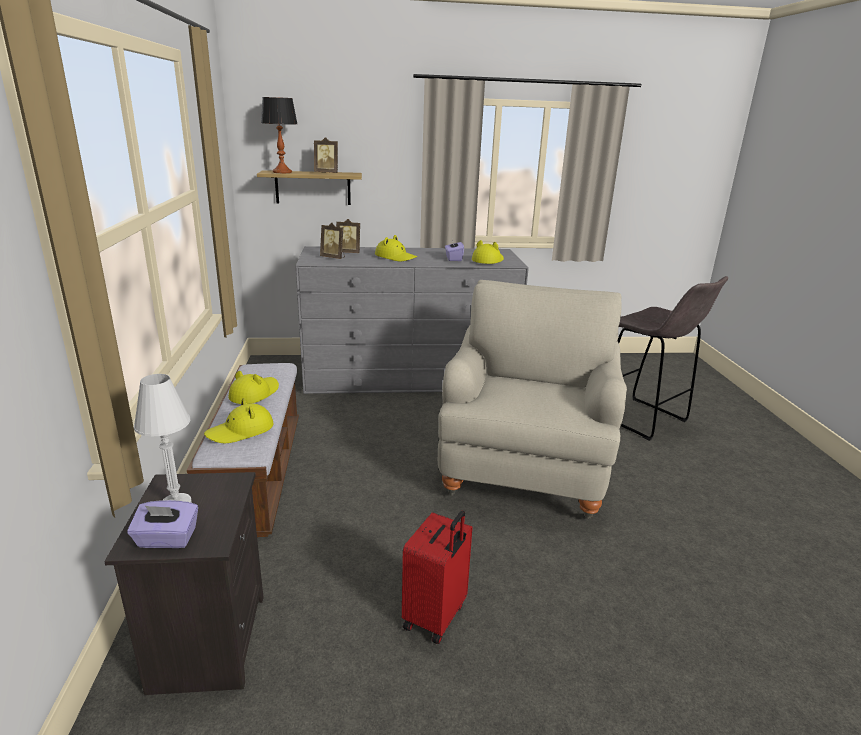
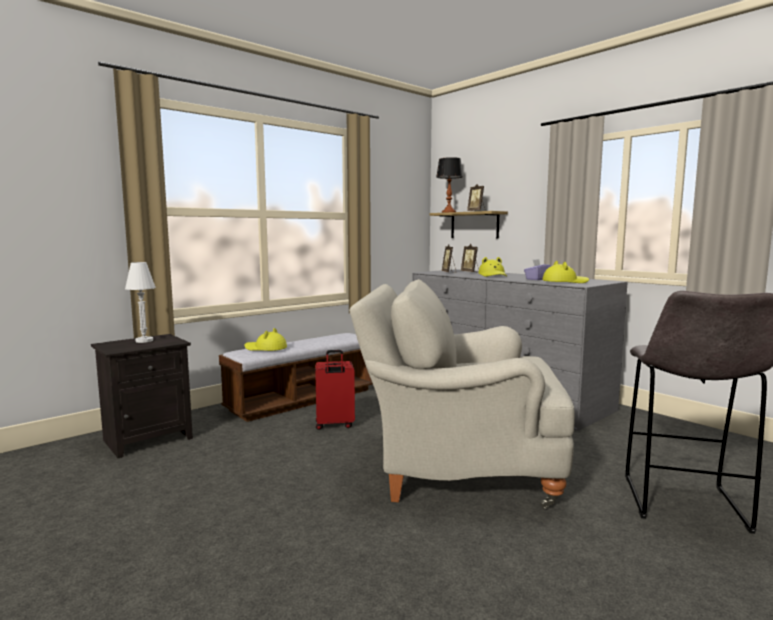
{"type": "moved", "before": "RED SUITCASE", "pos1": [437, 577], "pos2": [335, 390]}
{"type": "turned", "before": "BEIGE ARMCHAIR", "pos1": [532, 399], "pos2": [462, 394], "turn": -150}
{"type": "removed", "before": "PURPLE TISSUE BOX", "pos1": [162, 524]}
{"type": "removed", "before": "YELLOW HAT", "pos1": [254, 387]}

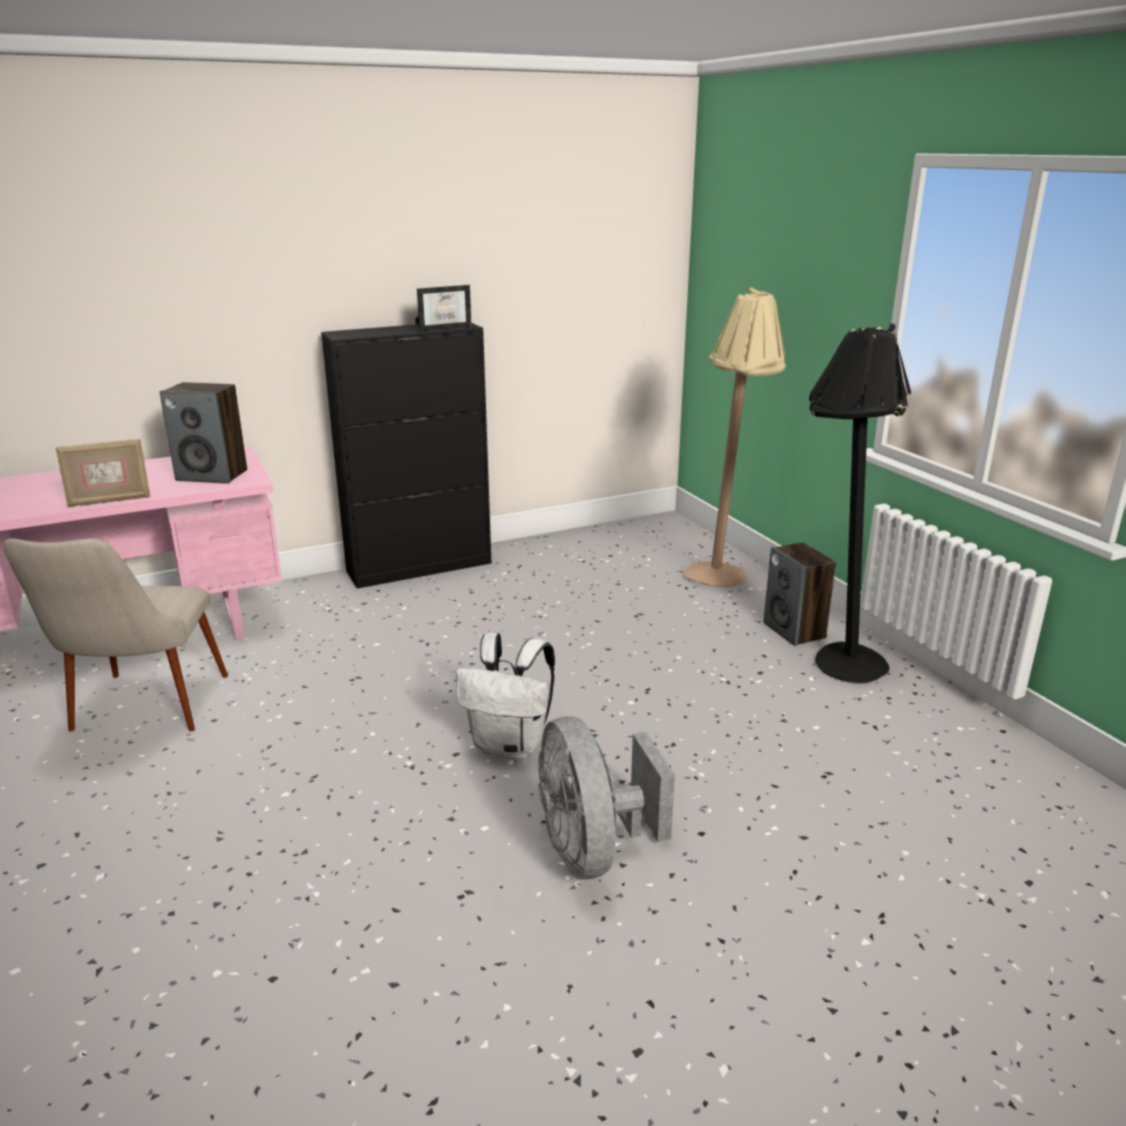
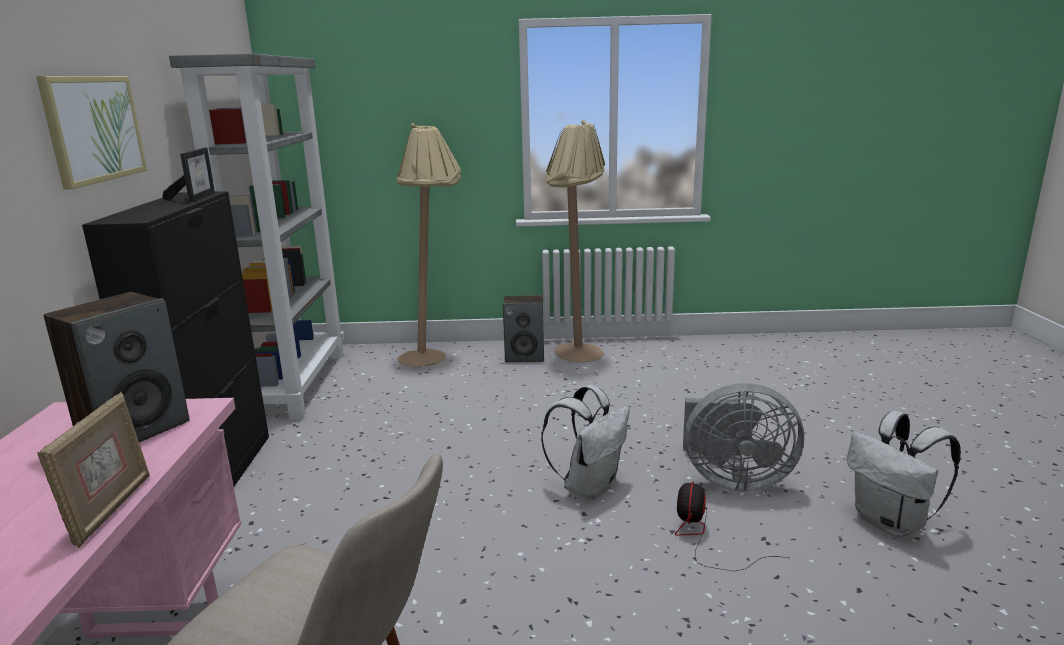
{"type": "added", "after": "PICTURE", "pos2": [91, 133]}
{"type": "added", "after": "GREY BOOKCASE", "pos2": [257, 236]}
{"type": "recoloured", "before": "BLACK FLOOR LAMP", "after": "BEIGE FLOOR LAMP", "pos1": [860, 503], "pos2": [575, 241]}
{"type": "added", "after": "FAN", "pos2": [731, 526]}
{"type": "added", "after": "WHITE BACKPACK", "pos2": [904, 474]}

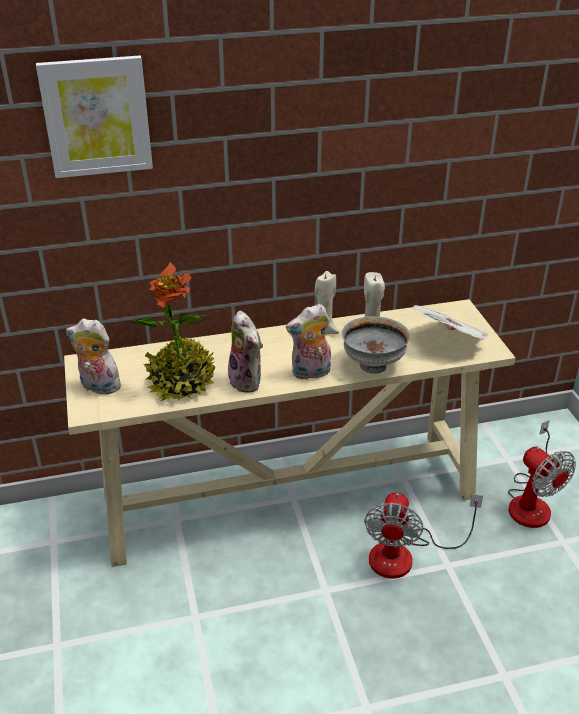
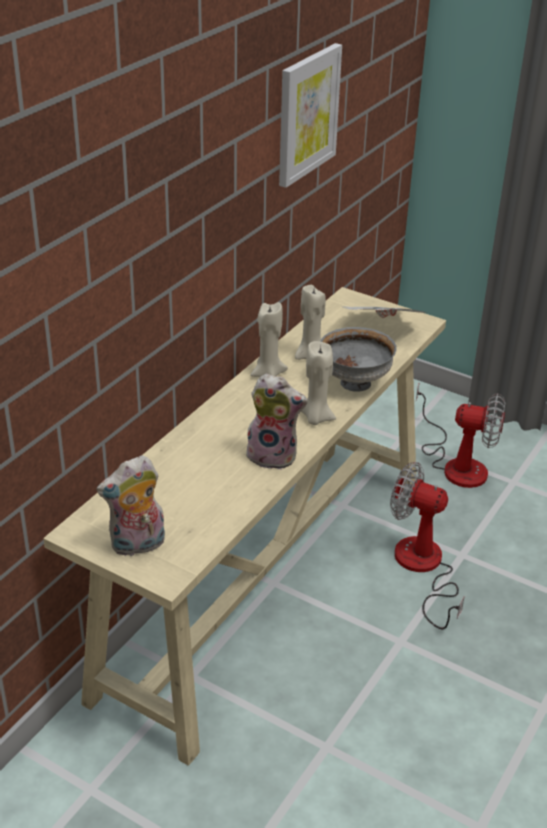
{"type": "moved", "before": "PICTURE", "pos1": [94, 116], "pos2": [310, 115]}
{"type": "replaced", "before": "PLUSH TOY", "after": "BEIGE CANDLE", "pos1": [308, 342], "pos2": [318, 383]}
{"type": "turned", "before": "FAN", "pos1": [423, 535], "pos2": [427, 545], "turn": 150}
{"type": "removed", "before": "POTTED PLANT", "pos1": [173, 331]}

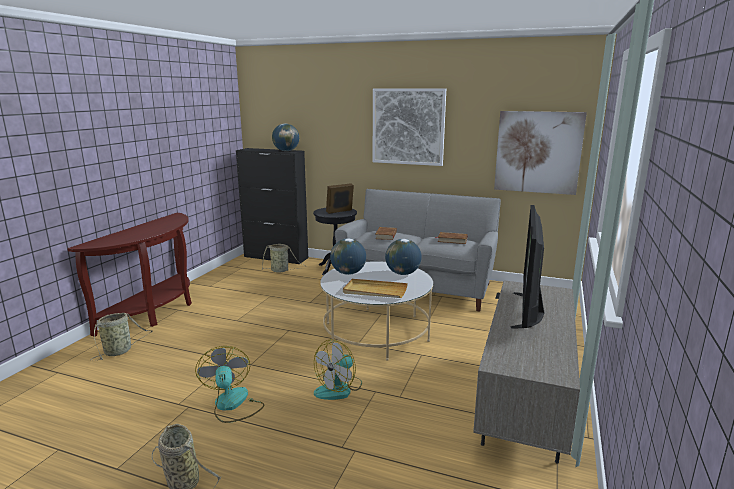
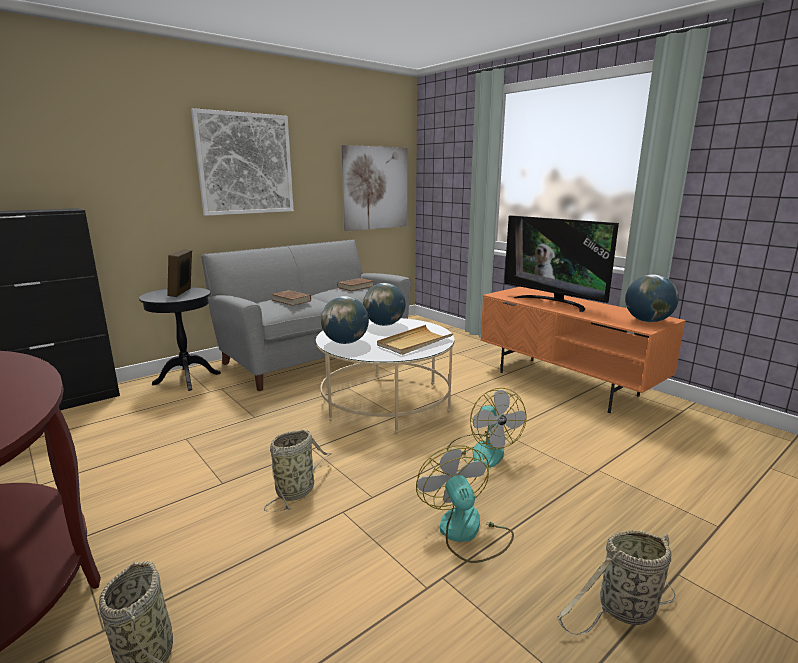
{"type": "moved", "before": "BASKET", "pos1": [284, 258], "pos2": [297, 471]}
{"type": "turned", "before": "FAN", "pos1": [229, 384], "pos2": [465, 504], "turn": 60}
{"type": "recoloured", "before": "GREY TV STAND", "after": "ORANGE TV STAND", "pos1": [526, 372], "pos2": [583, 350]}
{"type": "moved", "before": "GLOBE", "pos1": [285, 137], "pos2": [652, 298]}

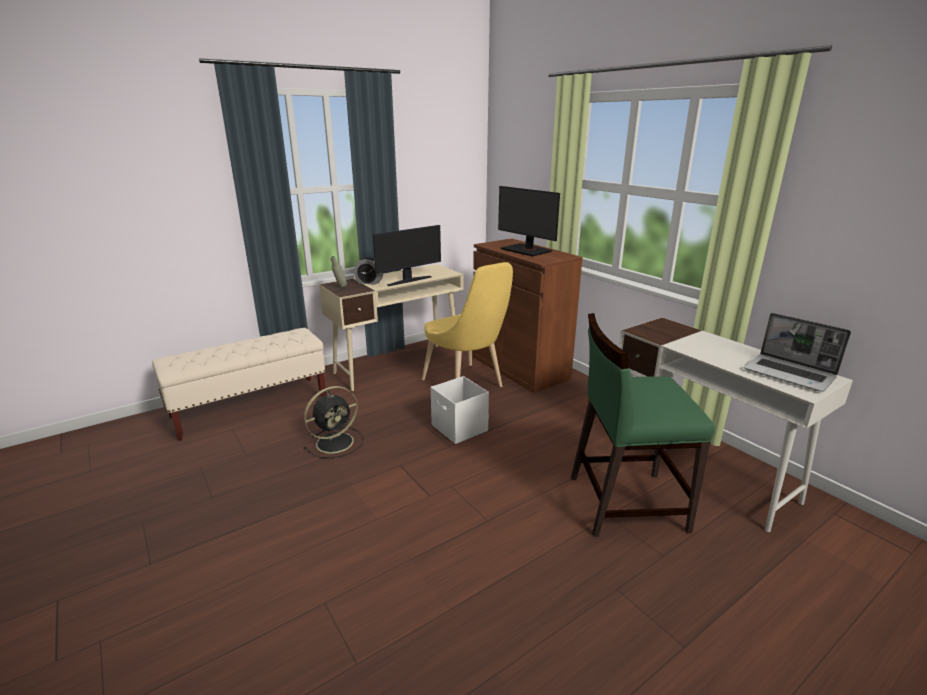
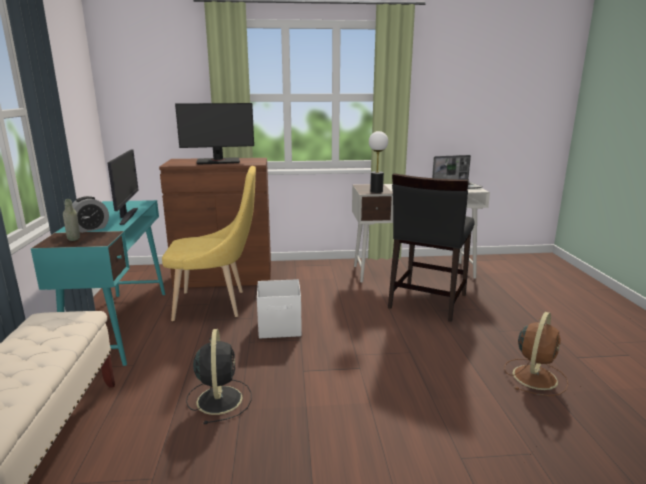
{"type": "recoloured", "before": "BEIGE DESK", "after": "TURQUOISE DESK", "pos1": [391, 327], "pos2": [98, 283]}
{"type": "added", "after": "TABLE LAMP", "pos2": [378, 162]}
{"type": "recoloured", "before": "GREEN CHAIR", "after": "BLACK CHAIR", "pos1": [643, 425], "pos2": [431, 247]}
{"type": "added", "after": "BROWN FAN", "pos2": [536, 354]}

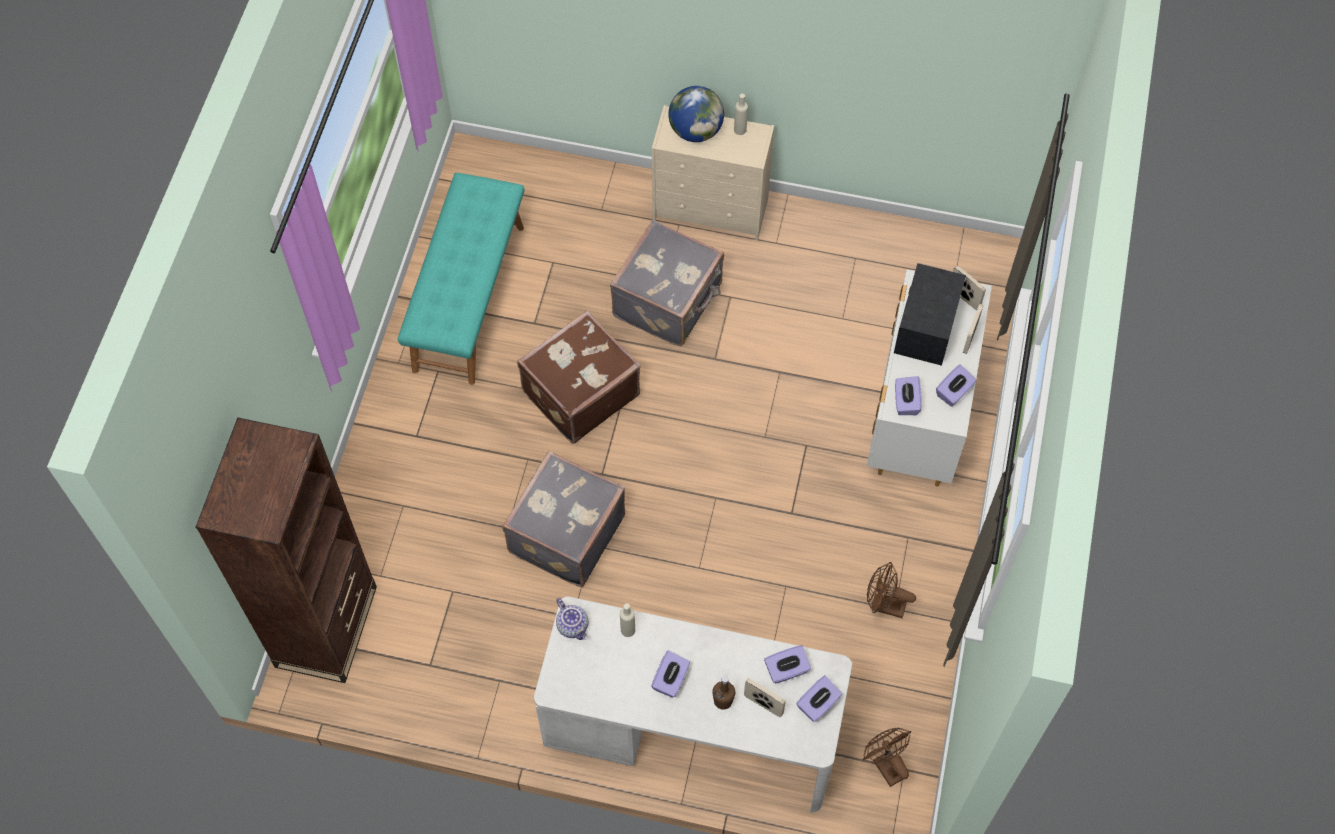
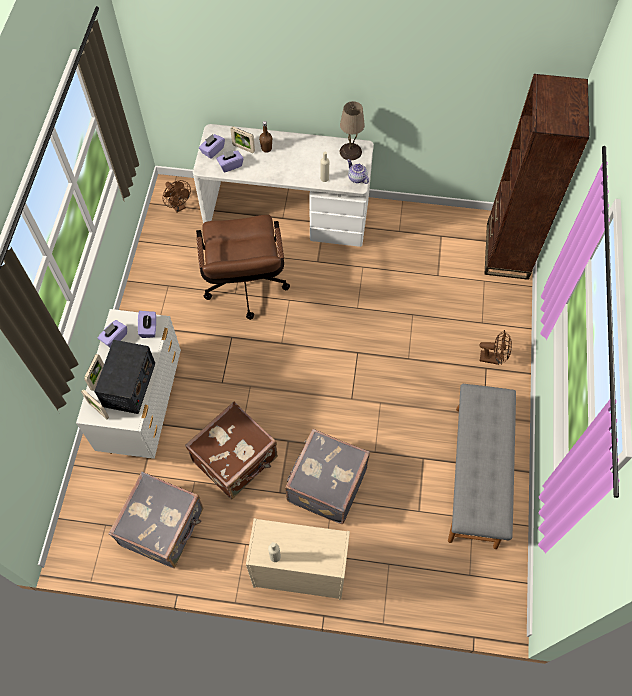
{"type": "moved", "before": "GREY SUITCASE", "pos1": [563, 519], "pos2": [156, 520]}
{"type": "moved", "before": "BROWN SUITCASE", "pos1": [578, 377], "pos2": [231, 450]}
{"type": "added", "after": "BROWN OFFICE CHAIR", "pos2": [243, 267]}
{"type": "added", "after": "BEIGE TABLE LAMP", "pos2": [352, 131]}
{"type": "recoloured", "before": "TURQUOISE BENCH", "after": "GREY BENCH", "pos1": [461, 279], "pos2": [482, 466]}
{"type": "moved", "before": "BROWN FAN", "pos1": [891, 590], "pos2": [495, 347]}
{"type": "removed", "before": "PURPLE TISSUE BOX", "pos1": [670, 674]}
{"type": "removed", "before": "GLOBE", "pos1": [696, 114]}

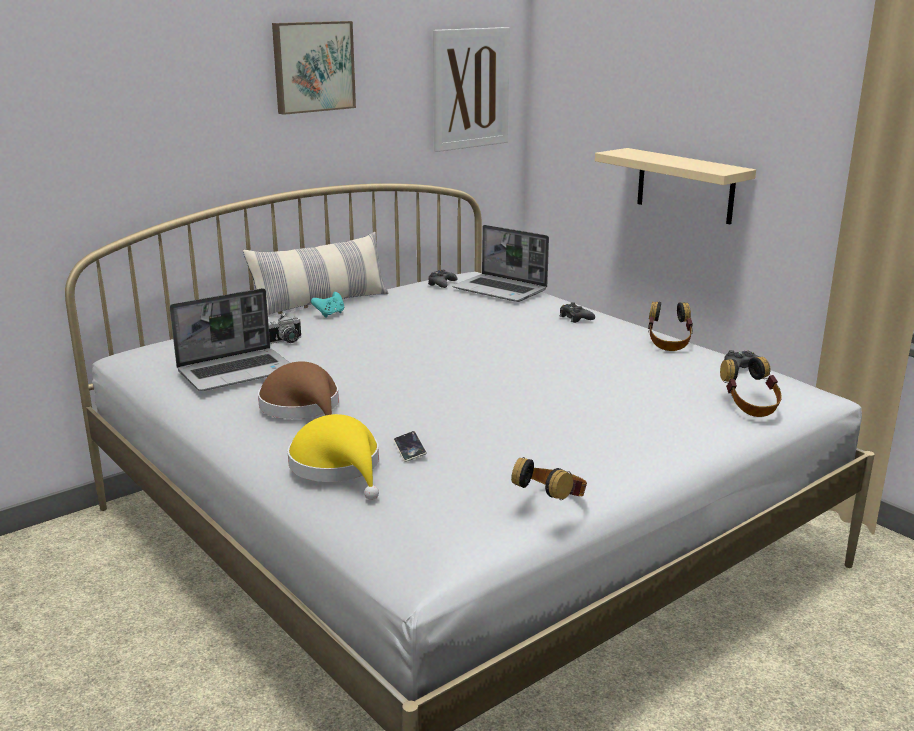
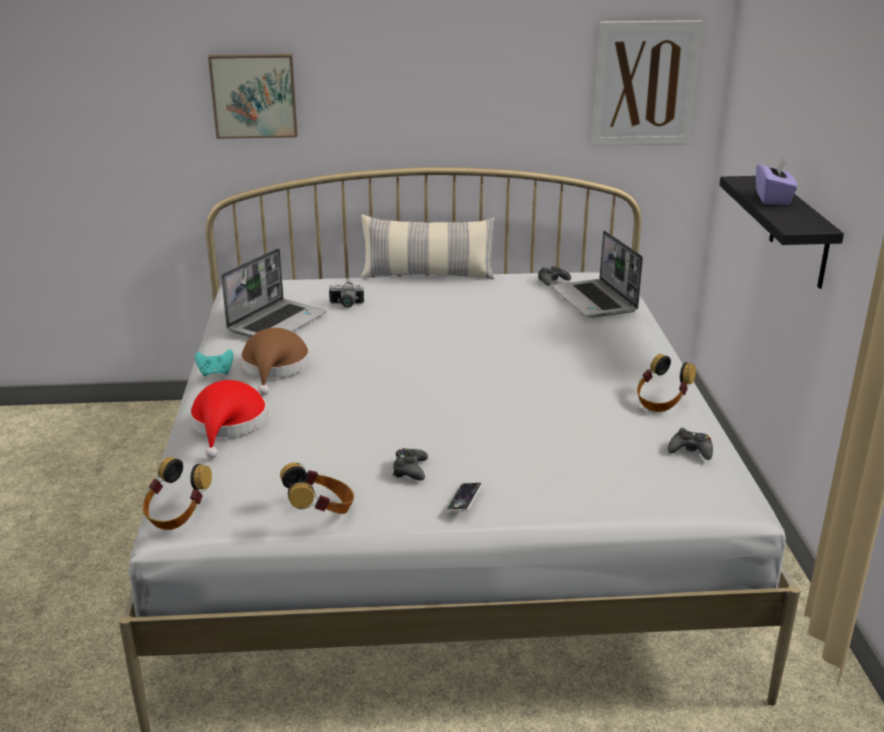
{"type": "moved", "before": "HEADPHONES", "pos1": [751, 387], "pos2": [177, 493]}
{"type": "recoloured", "before": "YELLOW HAT", "after": "RED HAT", "pos1": [333, 457], "pos2": [229, 419]}
{"type": "moved", "before": "TURQUOISE GAME CONTROLLER", "pos1": [327, 305], "pos2": [214, 363]}
{"type": "moved", "before": "PICTURE", "pos1": [314, 68], "pos2": [253, 96]}
{"type": "turned", "before": "LAPTOP", "pos1": [230, 339], "pos2": [274, 292], "turn": -60}
{"type": "moved", "before": "BLACK GAME CONTROLLER", "pos1": [577, 312], "pos2": [410, 464]}
{"type": "moved", "before": "PHONE", "pos1": [410, 446], "pos2": [464, 497]}
{"type": "recoloured", "before": "BEIGE SHELF", "after": "BLACK SHELF", "pos1": [675, 186], "pos2": [781, 232]}
{"type": "added", "after": "PURPLE TISSUE BOX", "pos2": [776, 181]}

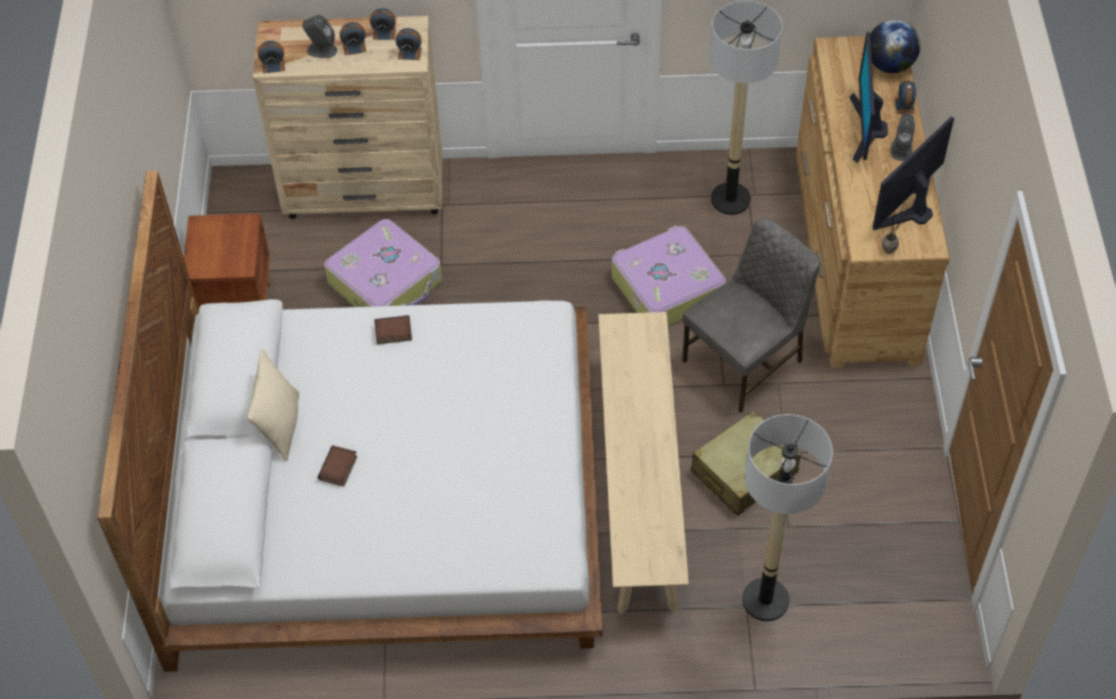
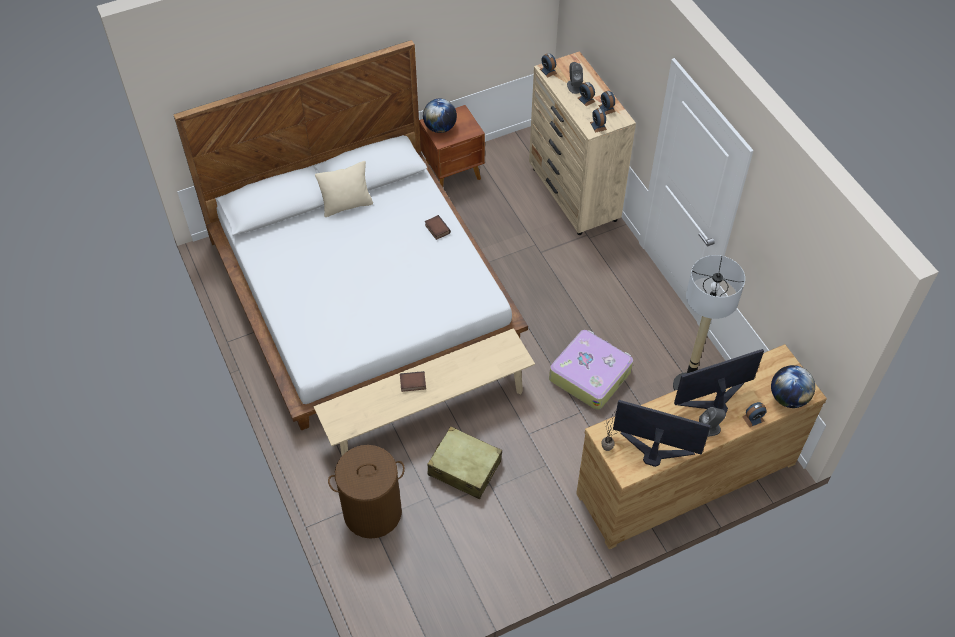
{"type": "replaced", "before": "FLOOR LAMP", "after": "BROWN LAUNDRY BASKET", "pos1": [787, 517], "pos2": [366, 492]}
{"type": "moved", "before": "BOOK", "pos1": [337, 466], "pos2": [413, 381]}
{"type": "added", "after": "GLOBE", "pos2": [440, 116]}
{"type": "removed", "before": "SUITCASE", "pos1": [383, 263]}
{"type": "removed", "before": "GREY CHAIR", "pos1": [751, 315]}

